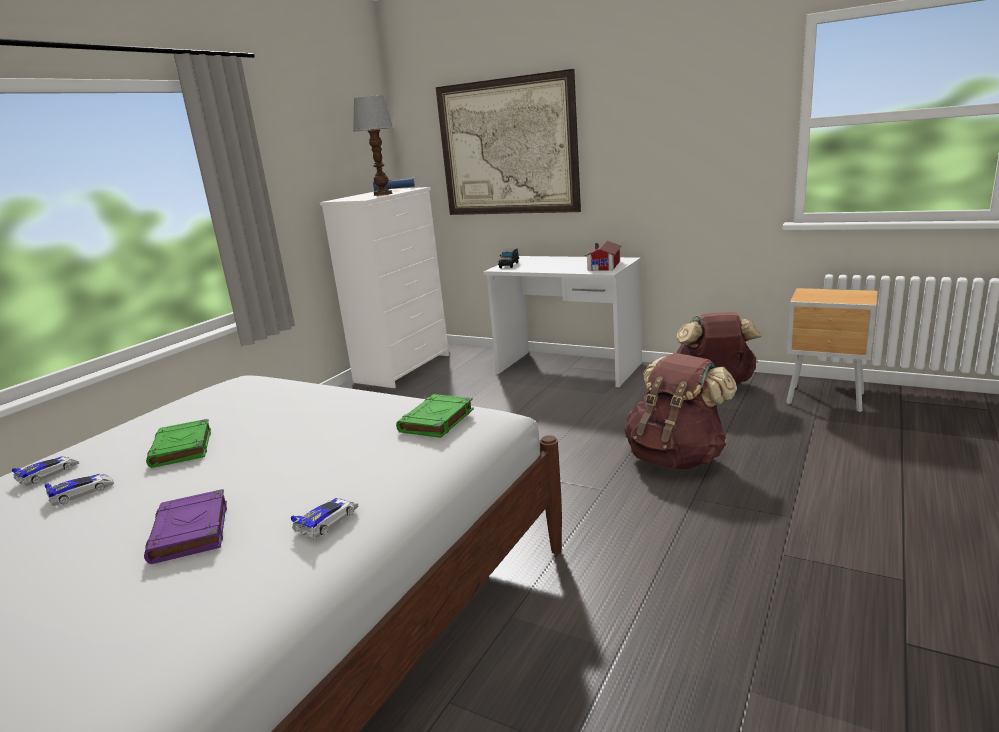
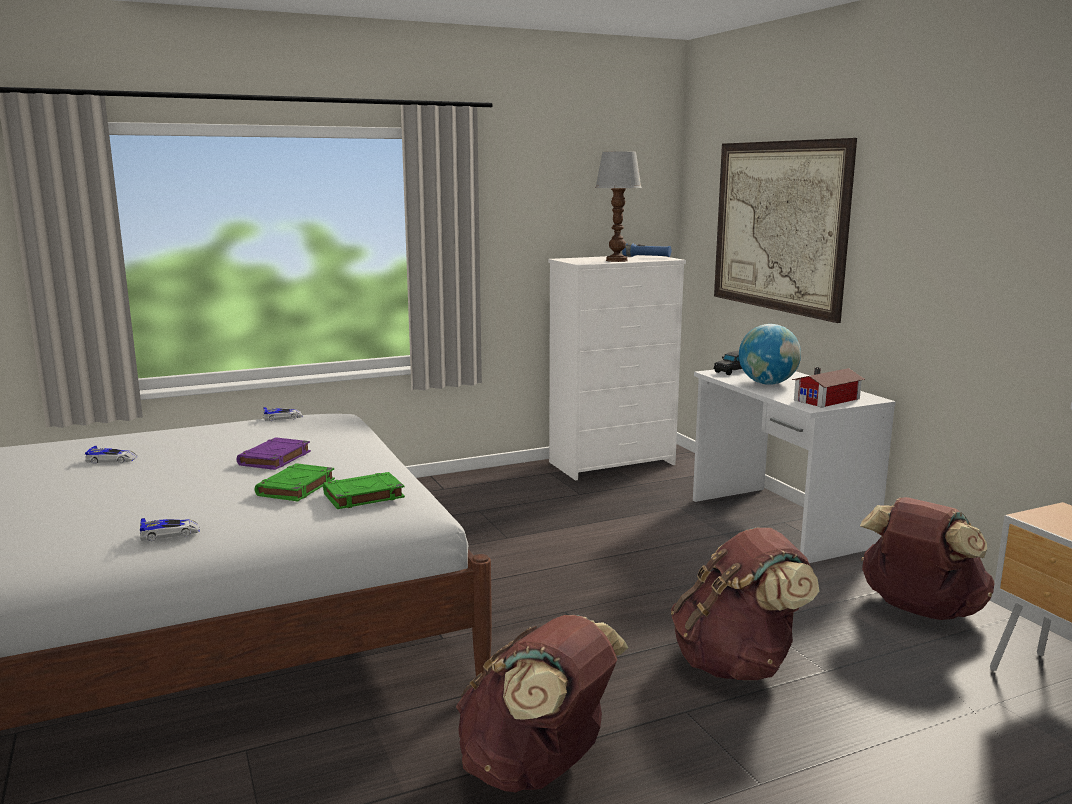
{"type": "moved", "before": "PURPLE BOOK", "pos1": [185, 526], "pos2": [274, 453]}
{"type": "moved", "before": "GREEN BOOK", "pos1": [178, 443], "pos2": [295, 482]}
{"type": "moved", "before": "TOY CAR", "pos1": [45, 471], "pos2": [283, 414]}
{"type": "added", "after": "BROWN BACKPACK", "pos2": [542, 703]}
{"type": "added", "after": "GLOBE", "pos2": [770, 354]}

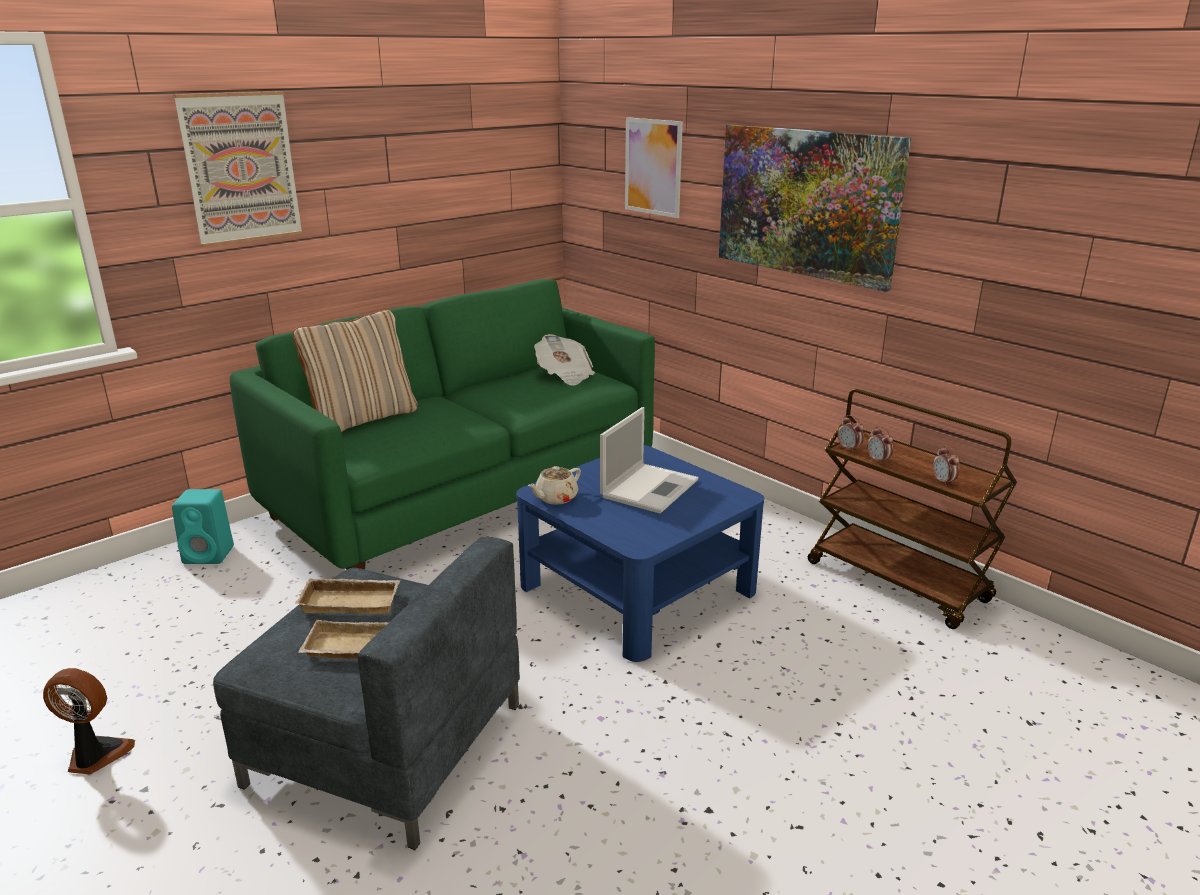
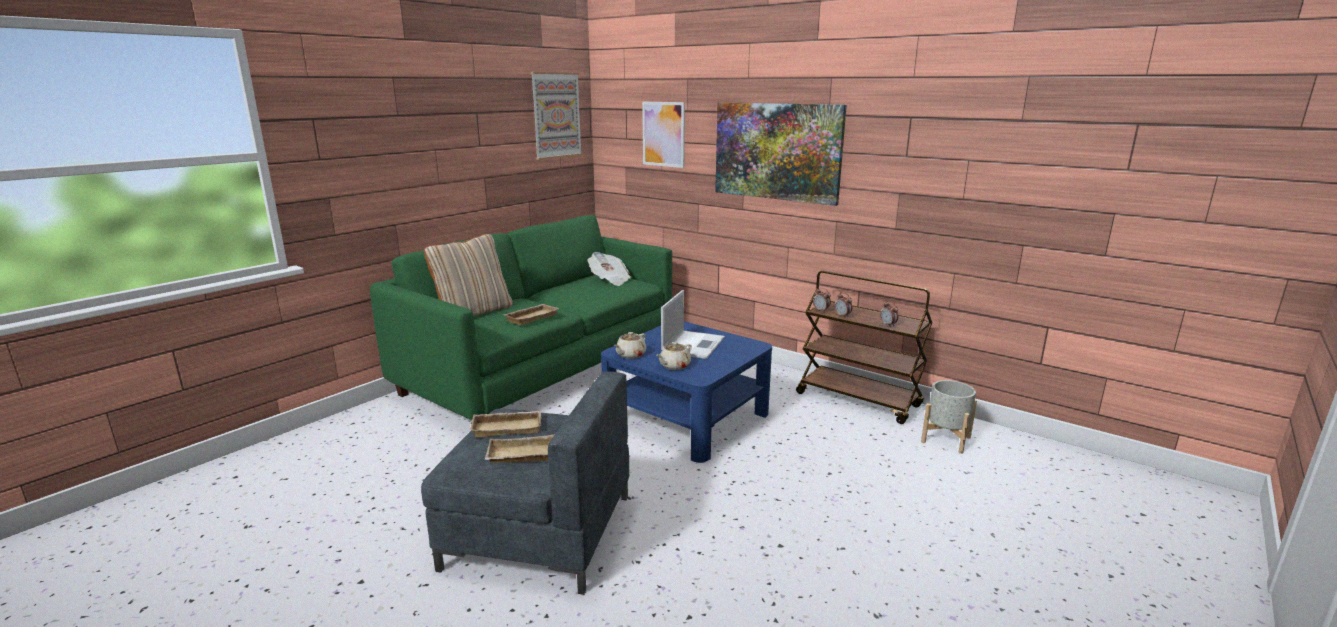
{"type": "added", "after": "BEIGE TRAY", "pos2": [531, 314]}
{"type": "moved", "before": "PICTURE", "pos1": [238, 169], "pos2": [556, 116]}
{"type": "added", "after": "BEIGE TEAPOT", "pos2": [674, 356]}
{"type": "added", "after": "GREY PLANTER", "pos2": [949, 417]}
{"type": "removed", "before": "FAN", "pos1": [89, 721]}
{"type": "removed", "before": "TURQUOISE SPEAKER", "pos1": [203, 526]}

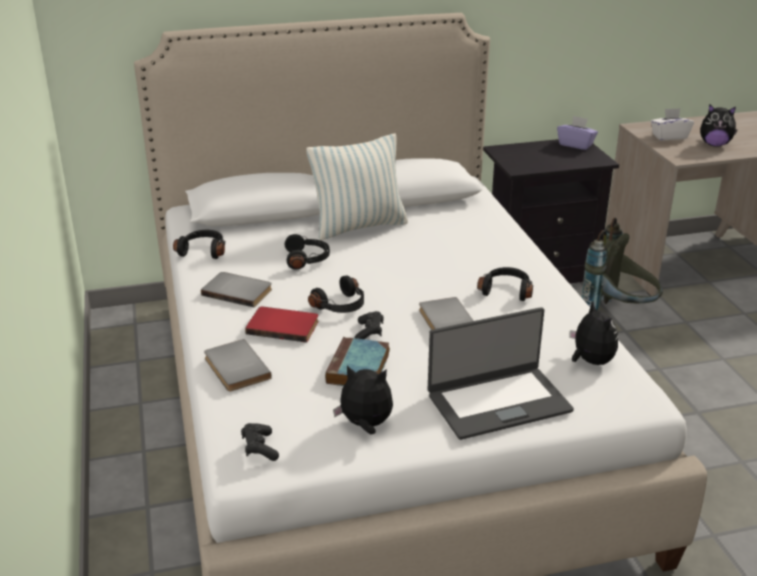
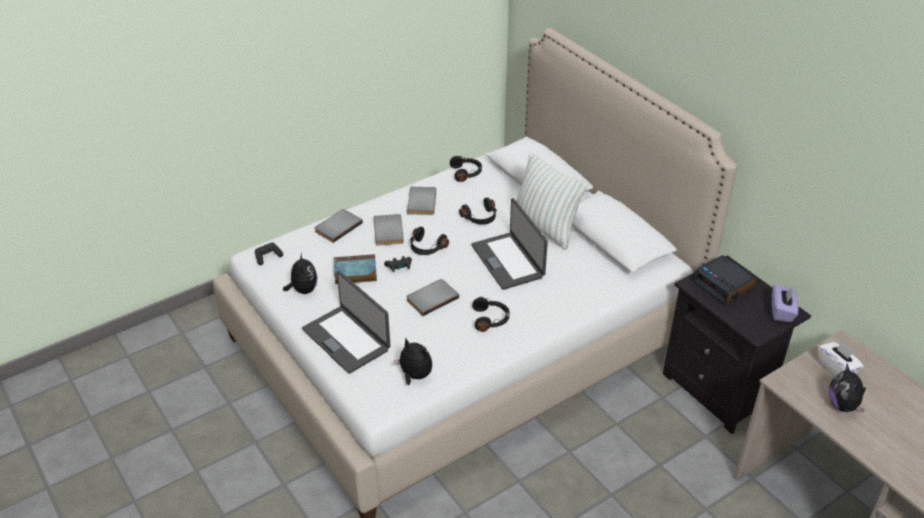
{"type": "recoloured", "before": "RED BOOK", "after": "GREY BOOK", "pos1": [281, 325], "pos2": [389, 230]}
{"type": "turned", "before": "PLUSH TOY", "pos1": [593, 333], "pos2": [413, 361], "turn": -105}
{"type": "added", "after": "LAPTOP", "pos2": [509, 244]}
{"type": "added", "after": "ALARM CLOCK", "pos2": [724, 280]}
{"type": "removed", "before": "GREY BACKPACK", "pos1": [622, 264]}

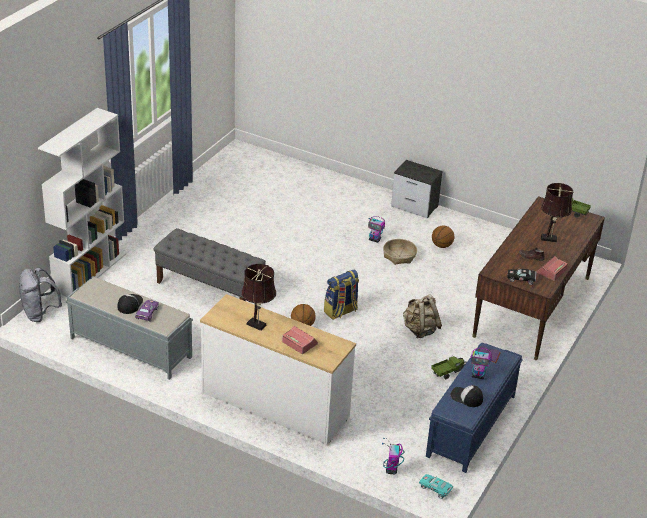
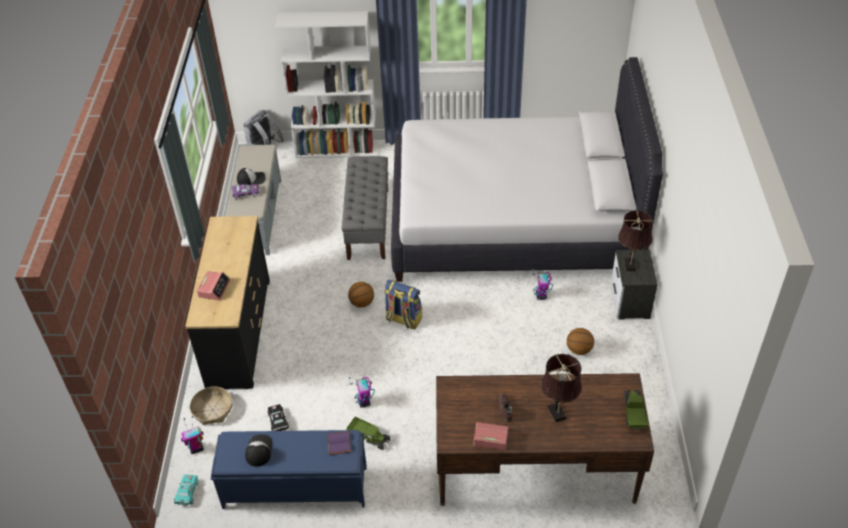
{"type": "recoloured", "before": "WHITE DRESSER", "after": "BLACK DRESSER", "pos1": [278, 369], "pos2": [227, 302]}
{"type": "moved", "before": "BASKET", "pos1": [400, 252], "pos2": [211, 405]}
{"type": "moved", "before": "BLACK TOY CAR", "pos1": [521, 277], "pos2": [278, 417]}
{"type": "moved", "before": "TOY ROBOT", "pos1": [481, 363], "pos2": [362, 392]}
{"type": "added", "after": "WHITE BED", "pos2": [527, 169]}
{"type": "moved", "before": "BROWN TABLE LAMP", "pos1": [259, 297], "pos2": [635, 240]}
{"type": "removed", "before": "BEIGE BACKPACK", "pos1": [422, 316]}

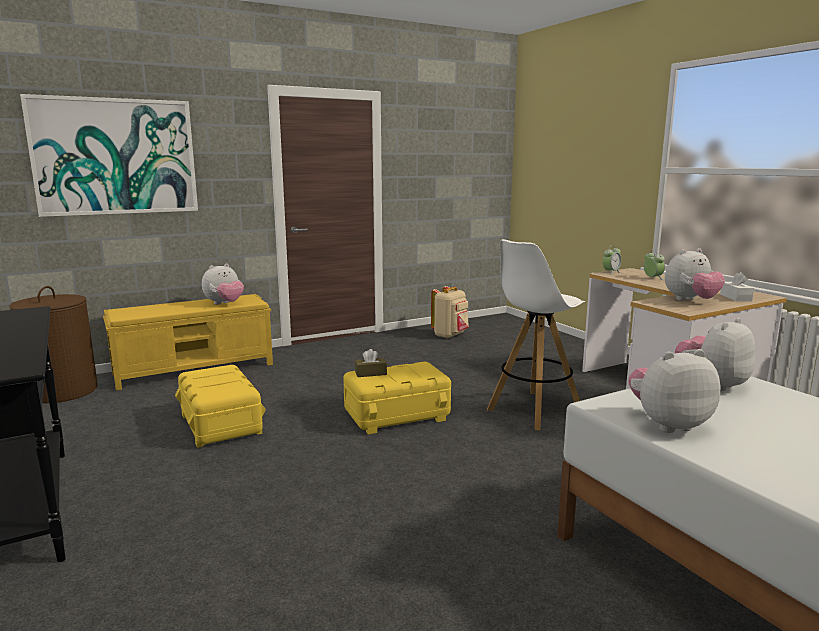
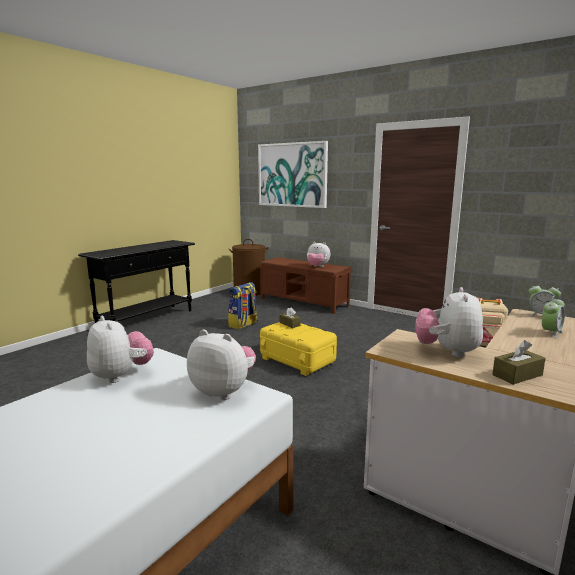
{"type": "replaced", "before": "YELLOW STORAGE BOX", "after": "BACKPACK", "pos1": [220, 406], "pos2": [243, 306]}
{"type": "recoloured", "before": "YELLOW BENCH", "after": "BROWN BENCH", "pos1": [188, 342], "pos2": [305, 285]}
{"type": "turned", "before": "PLUSH TOY", "pos1": [695, 274], "pos2": [449, 322], "turn": 60}
{"type": "recoloured", "before": "WHITE TISSUE BOX", "after": "BROWN TISSUE BOX", "pos1": [737, 286], "pos2": [519, 362]}
{"type": "removed", "before": "WHITE STOOL", "pos1": [536, 334]}

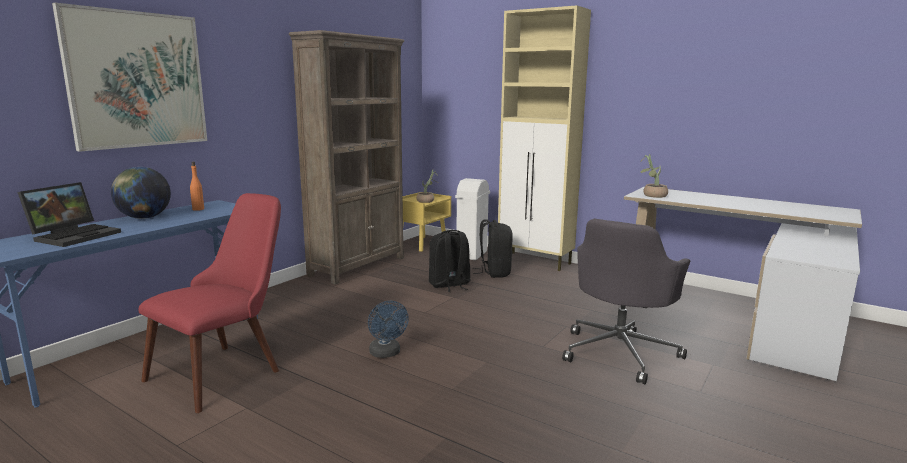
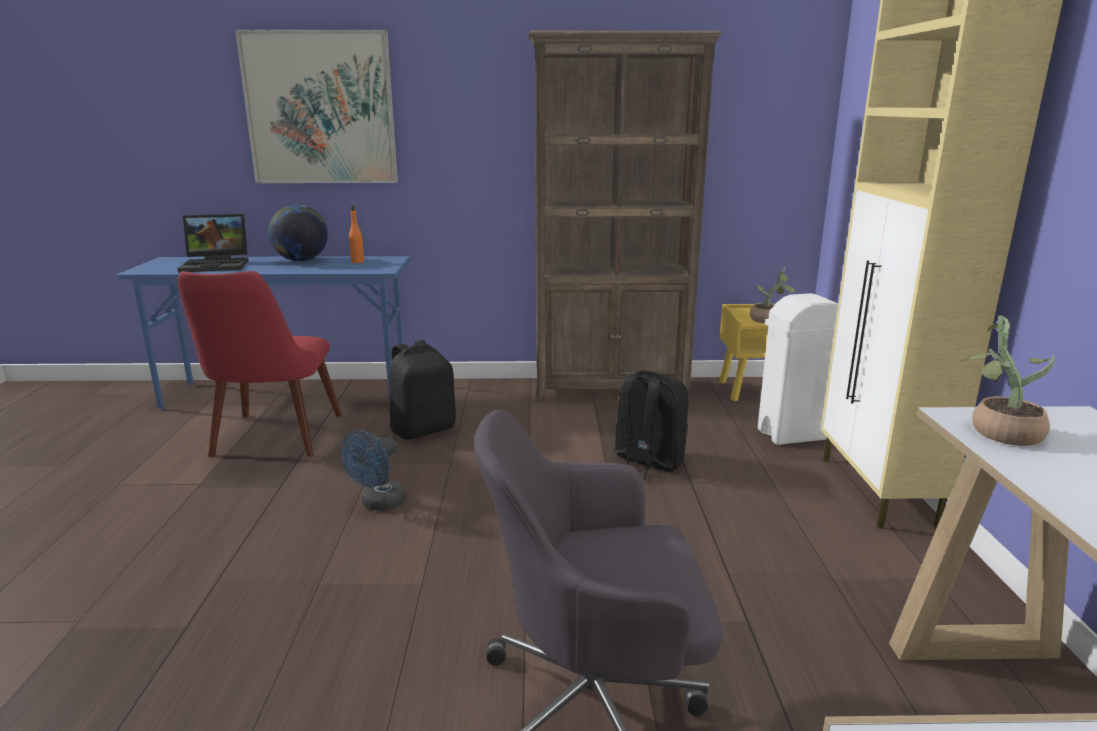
{"type": "turned", "before": "RED CHAIR", "pos1": [209, 303], "pos2": [260, 364], "turn": 90}
{"type": "moved", "before": "BLACK BACKPACK", "pos1": [493, 248], "pos2": [422, 390]}

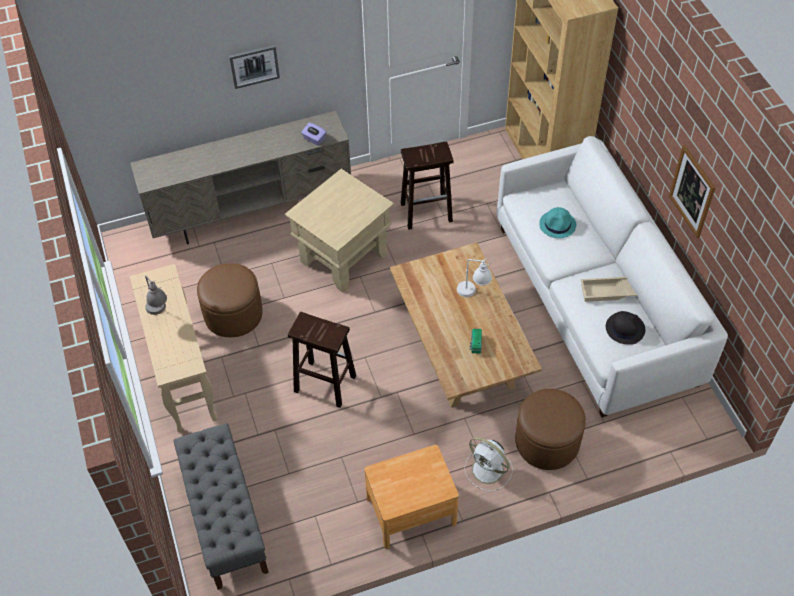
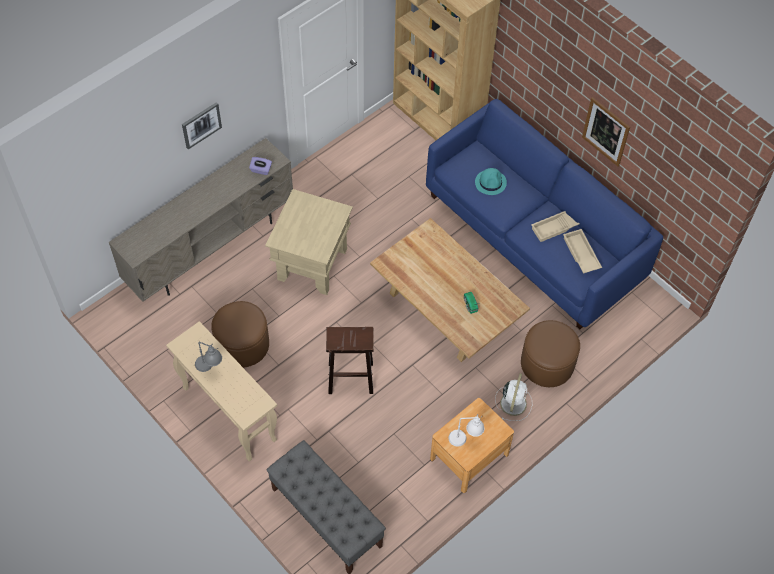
{"type": "recoloured", "before": "WHITE SOFA", "after": "BLUE SOFA", "pos1": [612, 276], "pos2": [544, 214]}
{"type": "moved", "before": "WHITE TABLE LAMP", "pos1": [474, 278], "pos2": [466, 430]}
{"type": "turned", "before": "WHITE FAN", "pos1": [488, 464], "pos2": [513, 397], "turn": -90}
{"type": "replaced", "before": "BLACK HAT", "after": "BEIGE TRAY", "pos1": [625, 328], "pos2": [582, 251]}
{"type": "removed", "before": "BROWN STOOL", "pos1": [427, 185]}

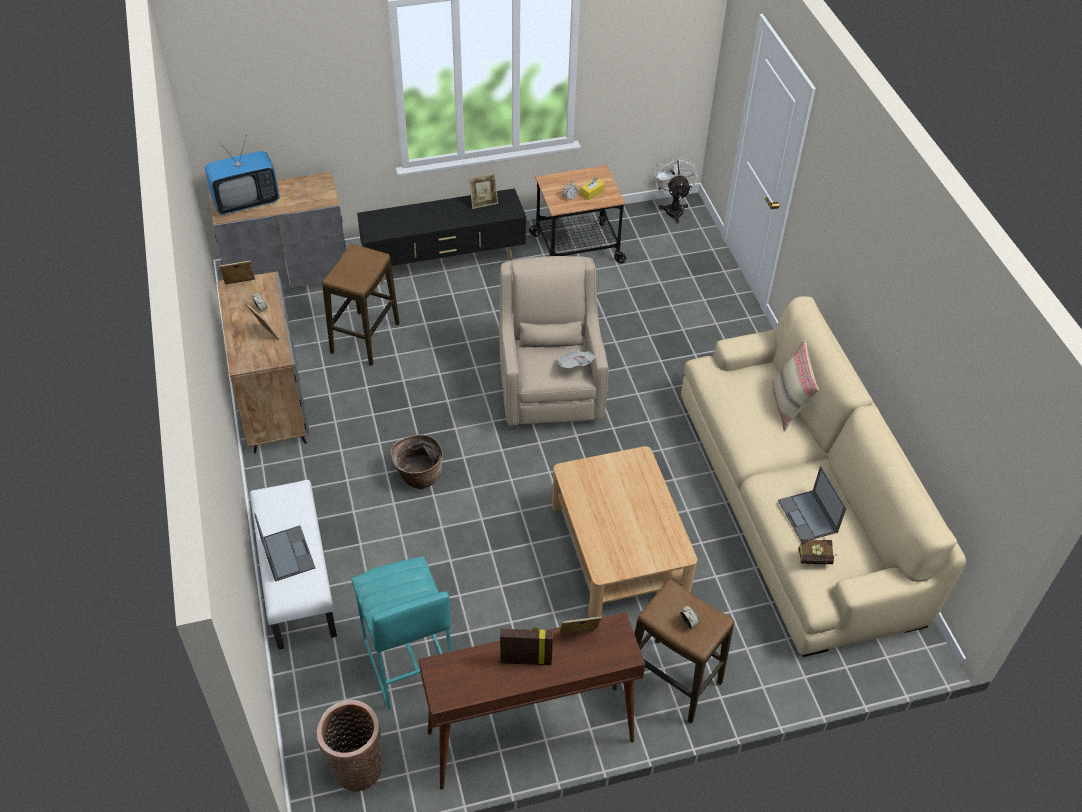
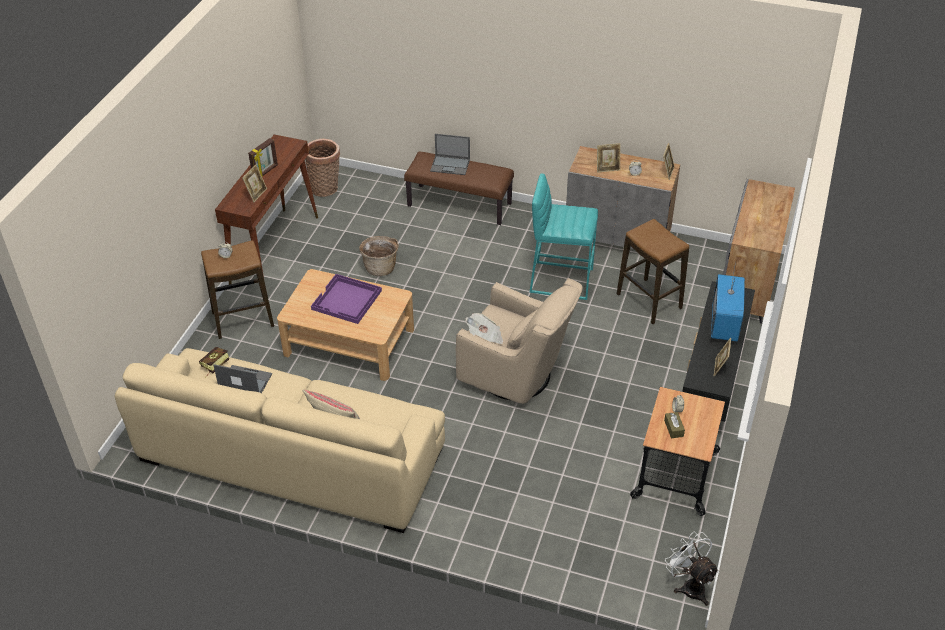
{"type": "added", "after": "PURPLE TRAY", "pos2": [346, 299]}
{"type": "moved", "before": "BASKET", "pos1": [417, 462], "pos2": [379, 256]}
{"type": "recoloured", "before": "WHITE BENCH", "after": "BROWN BENCH", "pos1": [293, 564], "pos2": [459, 188]}
{"type": "moved", "before": "TURQUOISE STOOL", "pos1": [402, 633], "pos2": [563, 237]}
{"type": "recoloured", "before": "YELLOW TISSUE BOX", "after": "BROWN TISSUE BOX", "pos1": [592, 189], "pos2": [674, 425]}
{"type": "turned", "before": "WHITE FAN", "pos1": [676, 190], "pos2": [692, 568], "turn": -150}
{"type": "moved", "before": "TELEVISION", "pos1": [242, 175], "pos2": [728, 301]}

